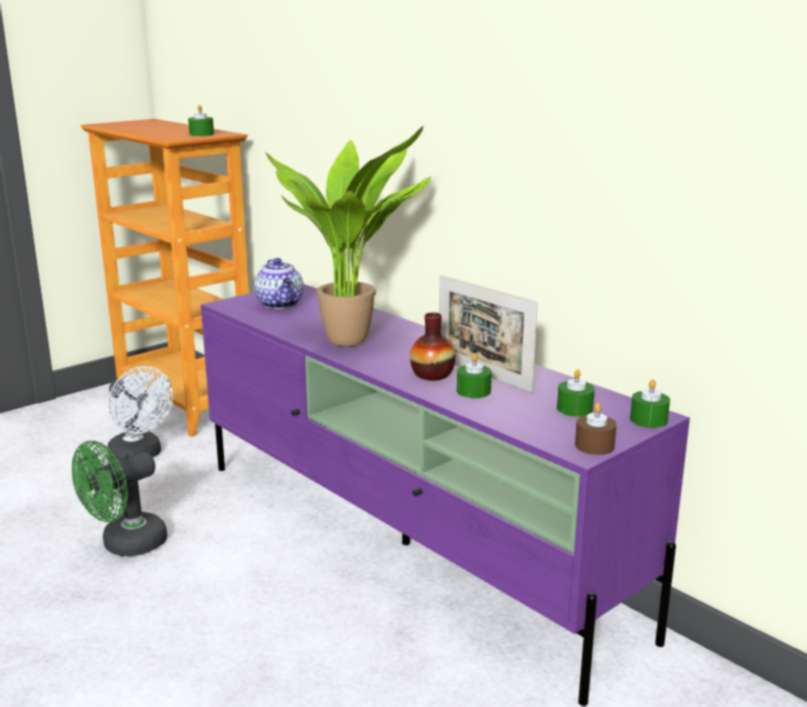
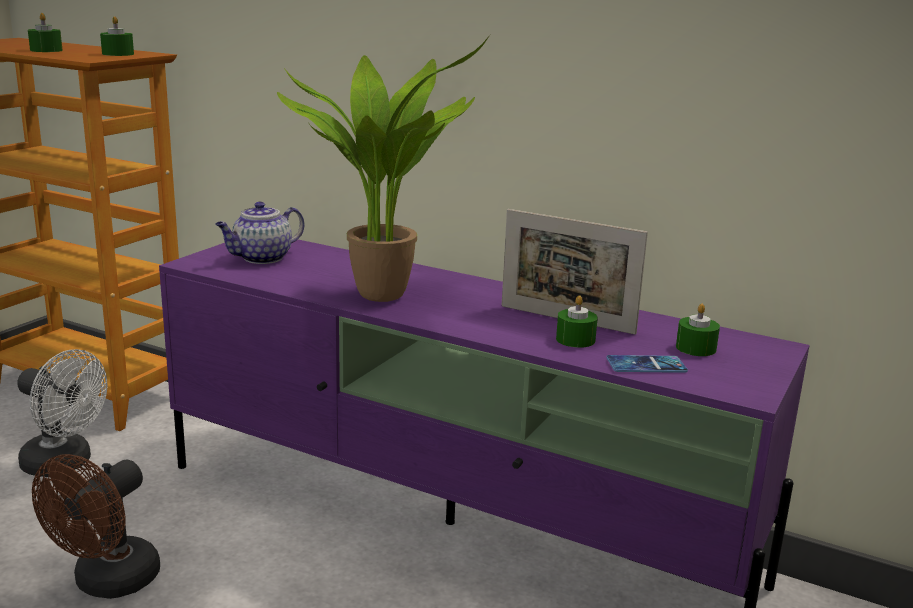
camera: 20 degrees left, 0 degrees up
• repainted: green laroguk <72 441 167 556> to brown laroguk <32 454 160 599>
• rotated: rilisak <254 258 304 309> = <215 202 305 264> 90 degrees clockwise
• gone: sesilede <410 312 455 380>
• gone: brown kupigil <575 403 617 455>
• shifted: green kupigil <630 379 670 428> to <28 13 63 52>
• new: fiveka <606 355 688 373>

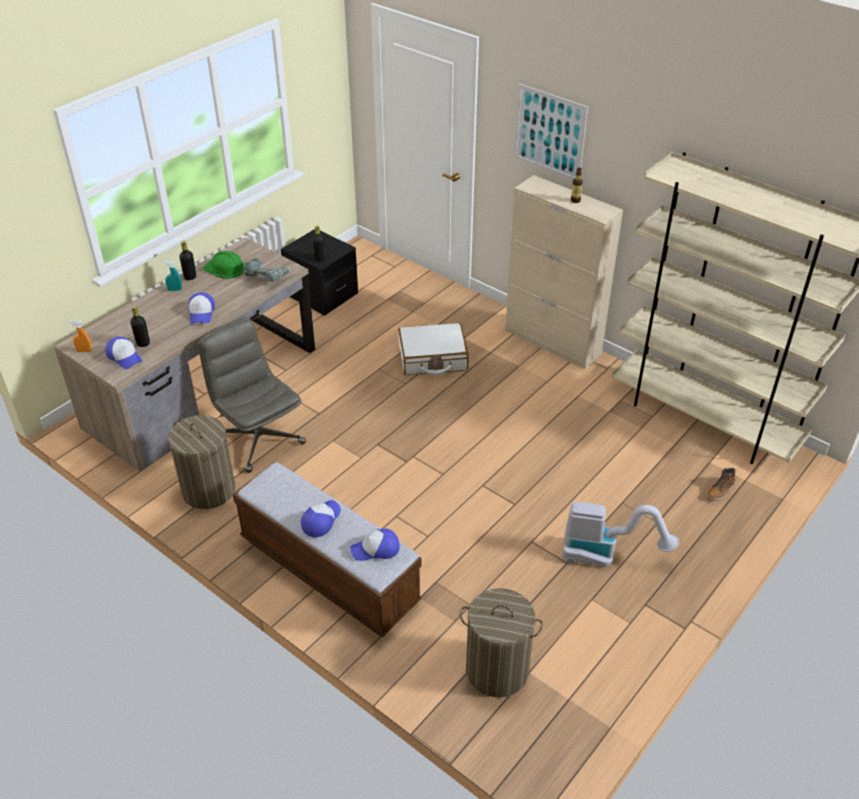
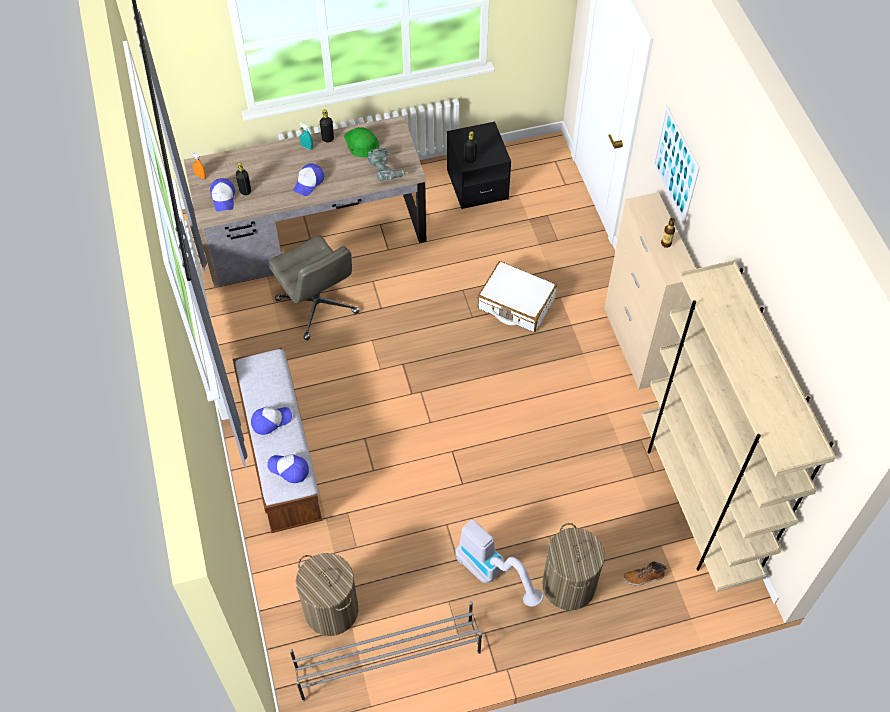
camera: 35 degrees right, 15 degrees up
• shifted: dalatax <168 415 235 509> to <542 523 605 610>
• rotated: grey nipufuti <198 318 306 473> = <269 235 359 340> 150 degrees clockwise
• new: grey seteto <290 601 482 702>

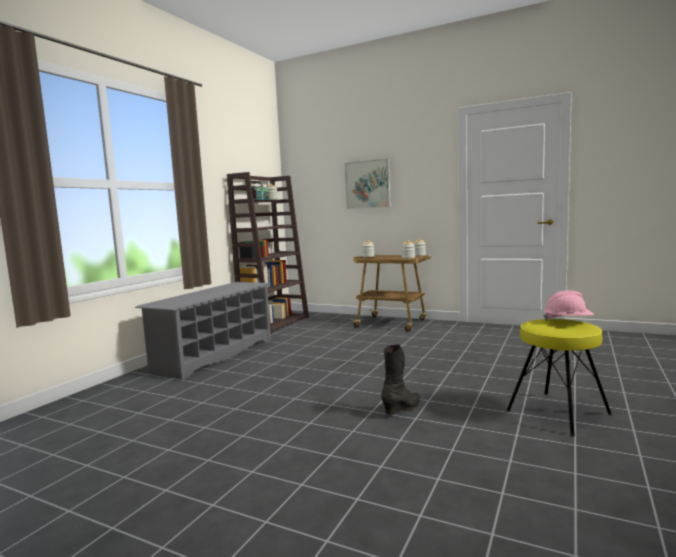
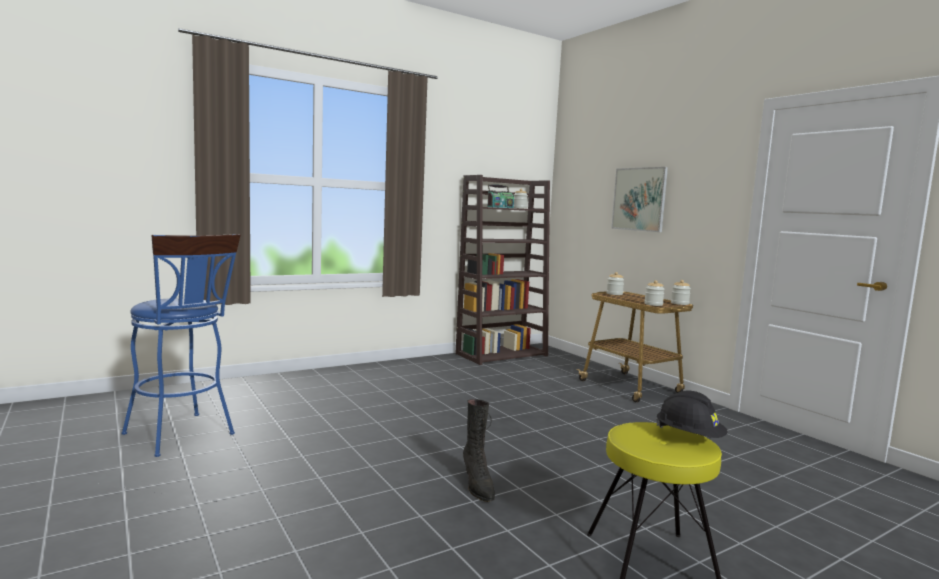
camera: 30 degrees right, 0 degrees up
• gone: grey seteto <135 282 271 380>
• rotated: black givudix <381 344 421 415> = <463 399 495 502> 90 degrees clockwise
• repainted: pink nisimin <543 290 594 321> to black nisimin <656 390 727 438>
• new: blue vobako <121 234 241 457>

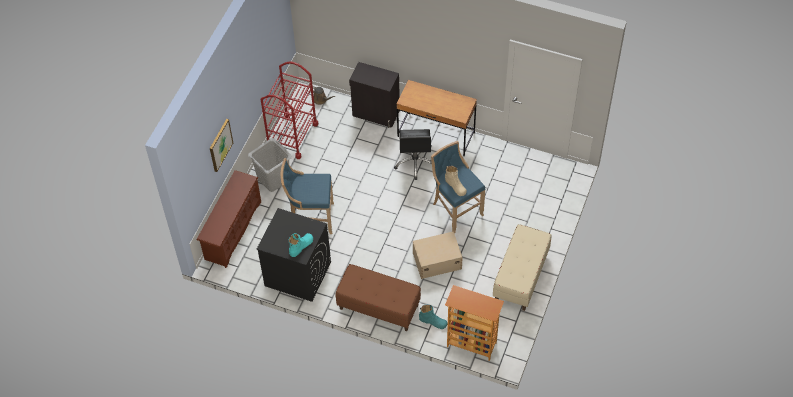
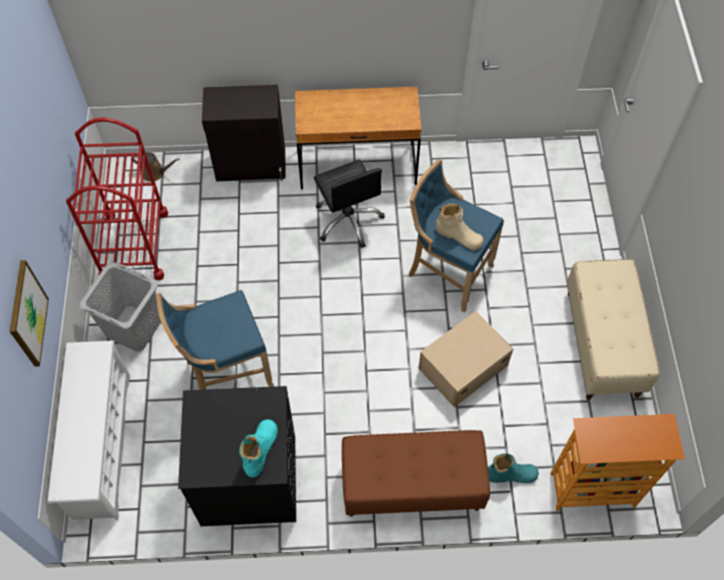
camera: 25 degrees left, 5 degrees up
• repainted: brown seteto <197 170 261 268> to white seteto <48 340 130 520>

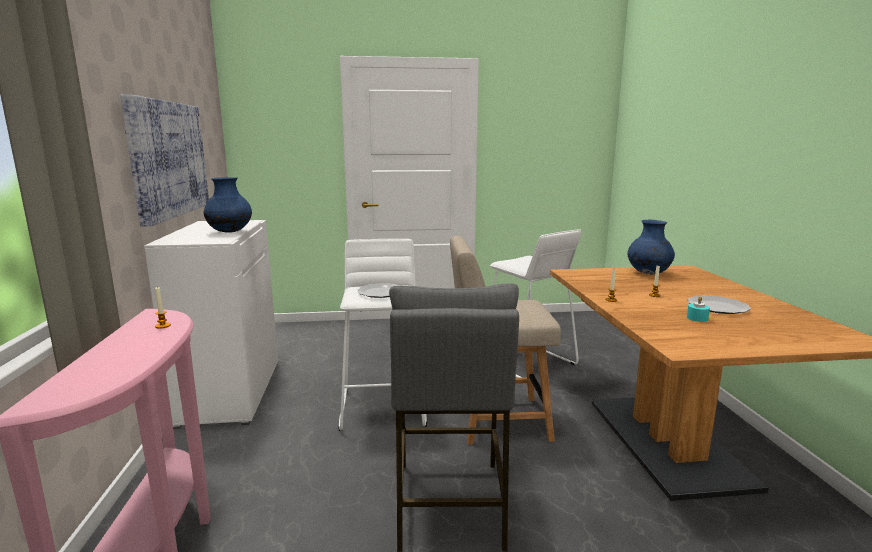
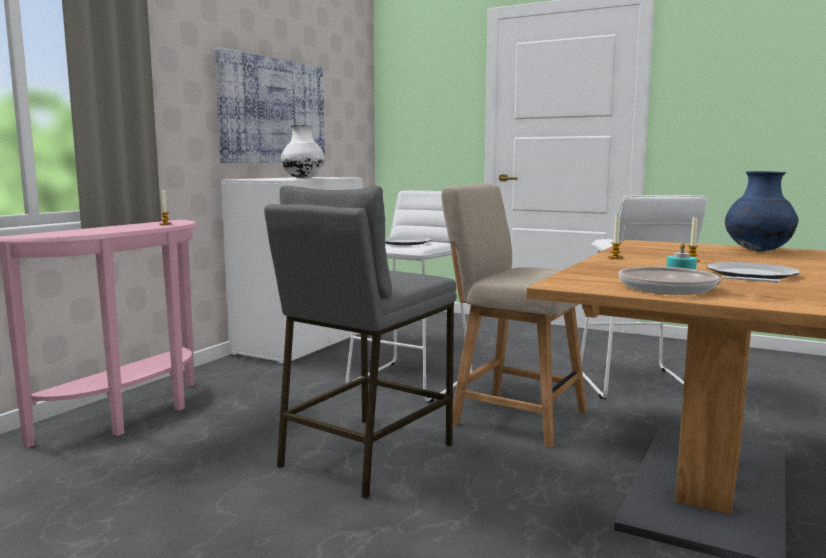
camera: 35 degrees right, 5 degrees down
• repainted: blue sesilede <204 177 252 233> to white sesilede <281 124 325 179>
• new: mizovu <619 266 781 295>

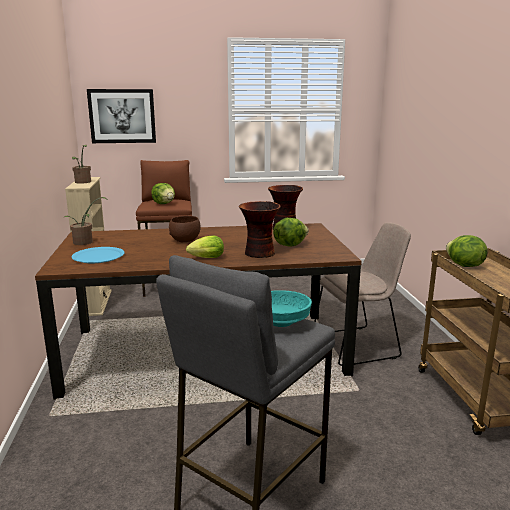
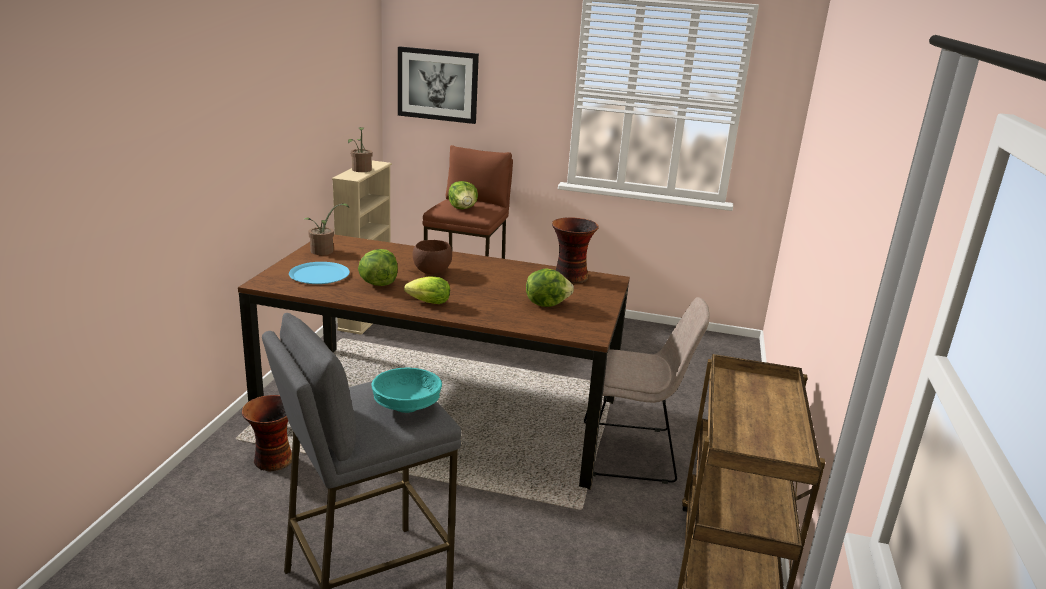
camera: 20 degrees right, 5 degrees up
• shifted: sesilede <239 201 280 258> to <242 395 292 471>
• shifted: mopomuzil <446 235 488 267> to <358 249 398 286>

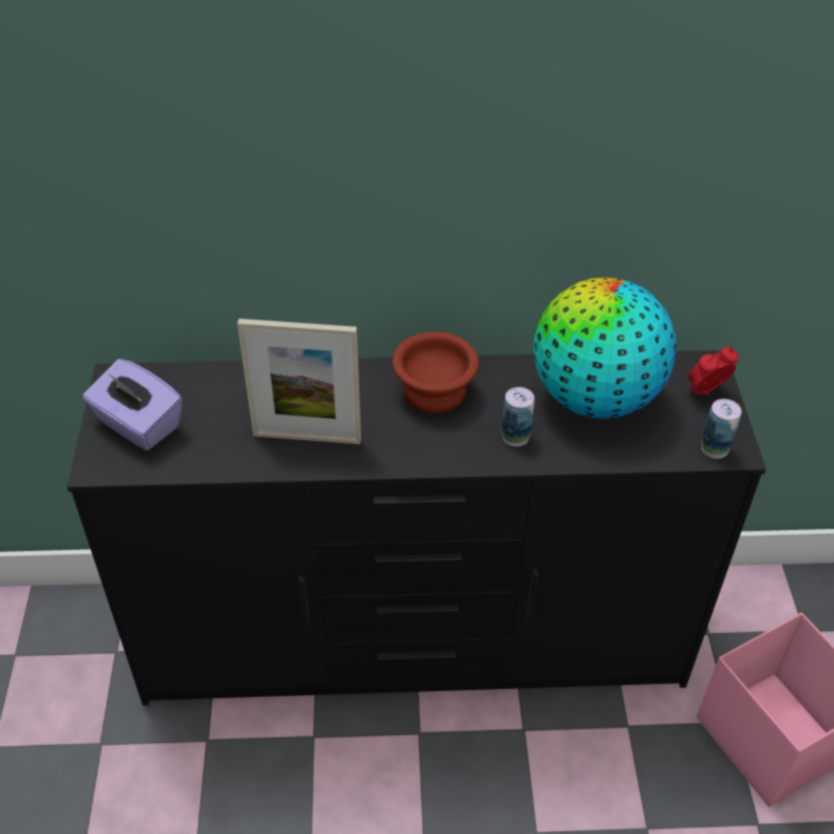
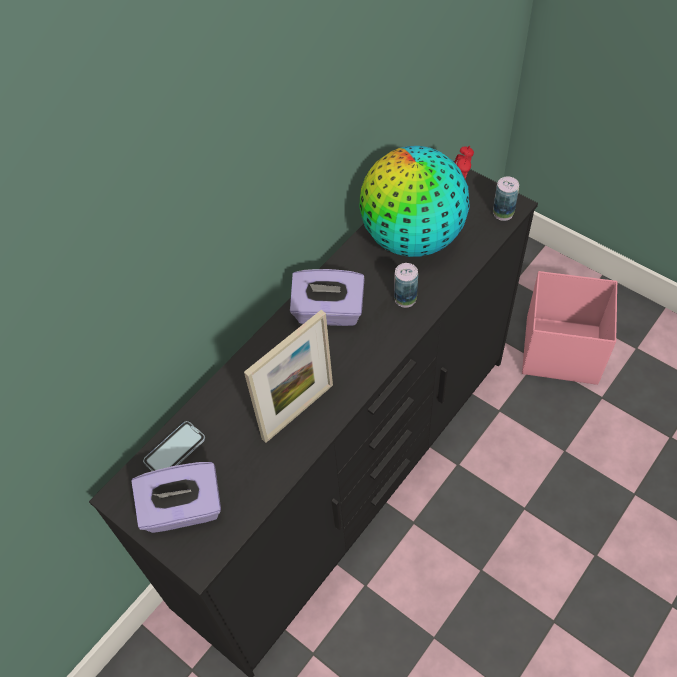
camera: 45 degrees left, 10 degrees up
• swapped: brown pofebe <392 331 479 413> to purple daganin <290 269 365 326>
• new: fiveka <143 421 205 471>

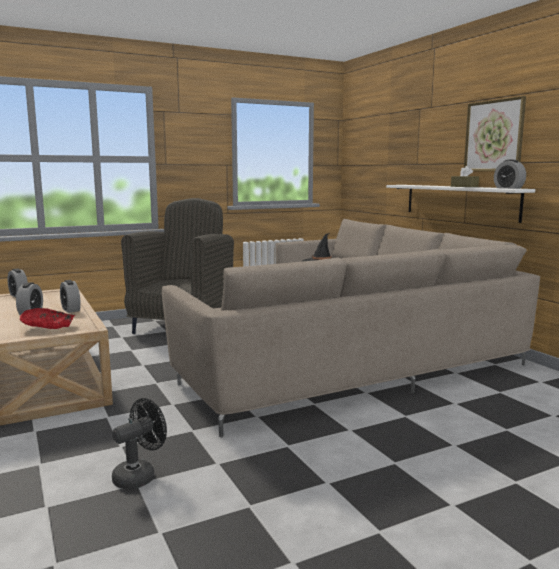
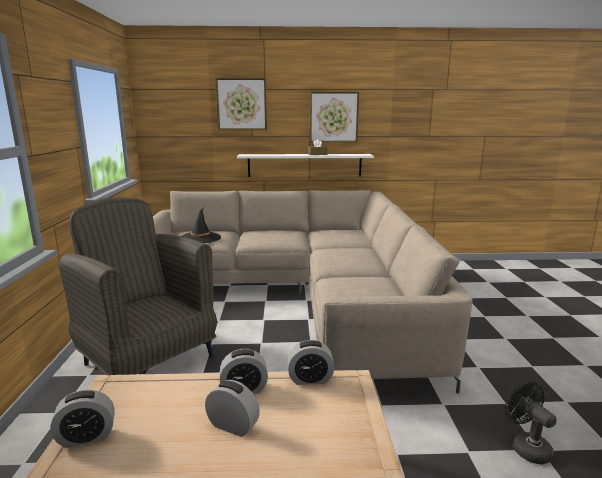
camera: 65 degrees left, 5 degrees up
• gone: red pofebe <20 308 75 329>
• shifted: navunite <494 160 526 189> to <288 340 334 385>
• new: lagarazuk <215 78 267 130>

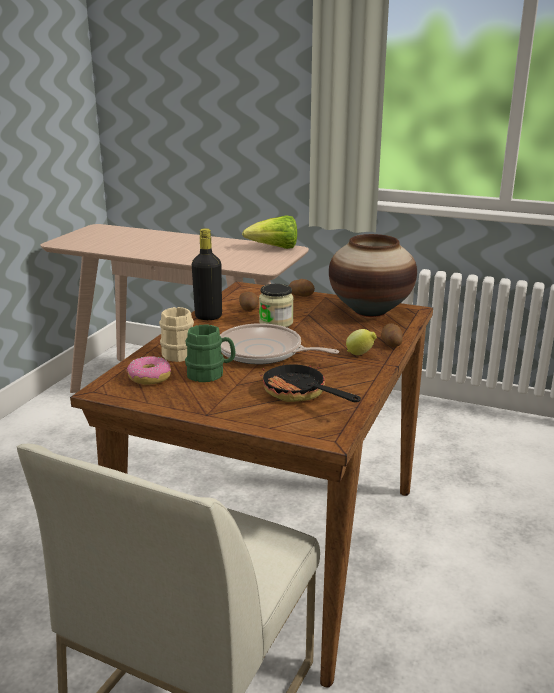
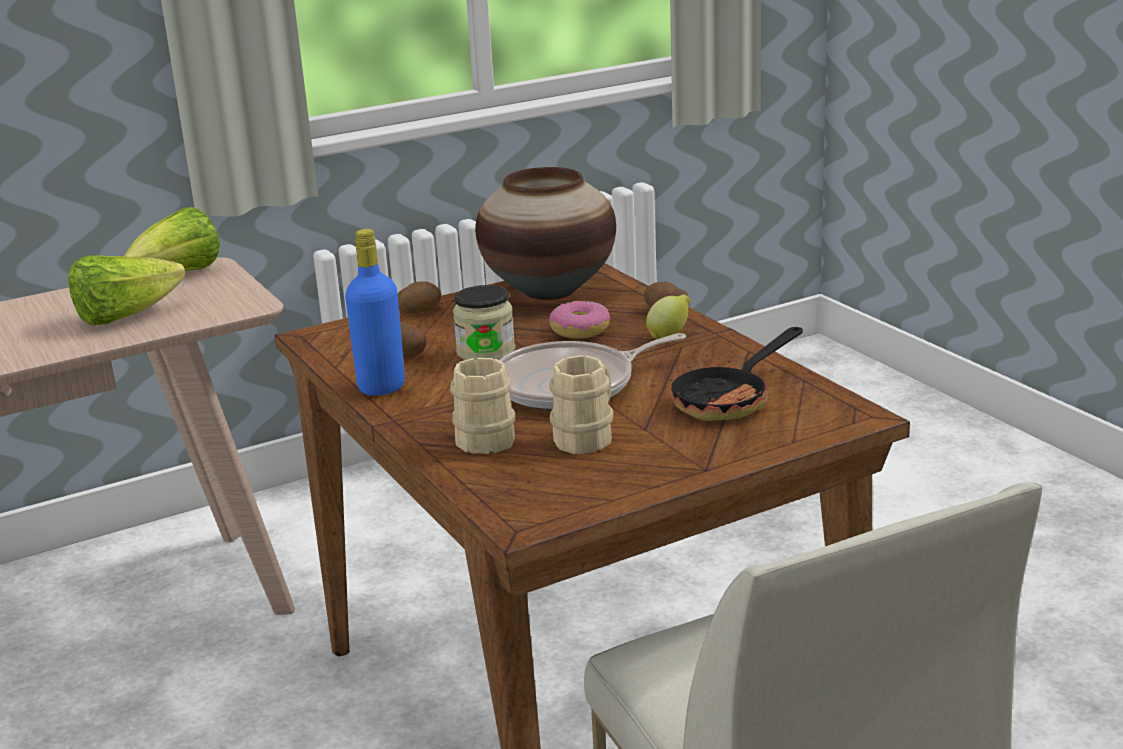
camera: 50 degrees left, 0 degrees up
• shifted: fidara <127 356 171 385> to <549 301 610 338>
• repainted: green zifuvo <185 325 236 382> to beige zifuvo <549 355 614 454>
• repainted: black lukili <192 228 222 320> to blue lukili <345 229 405 396>
• rotated: mizovu <260 361 361 402> = <669 327 803 421> 45 degrees counterclockwise
• new: mopomuzil <69 255 185 325>

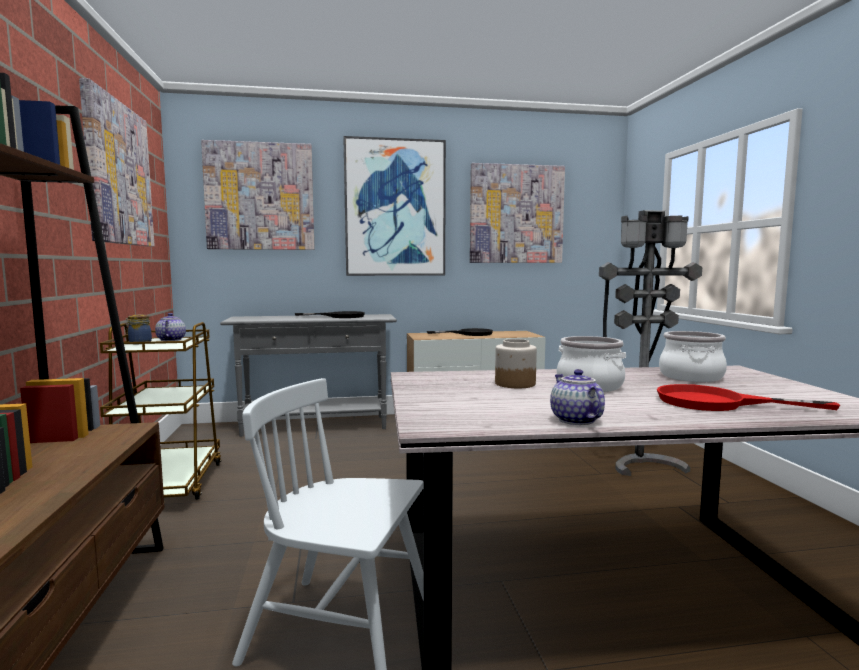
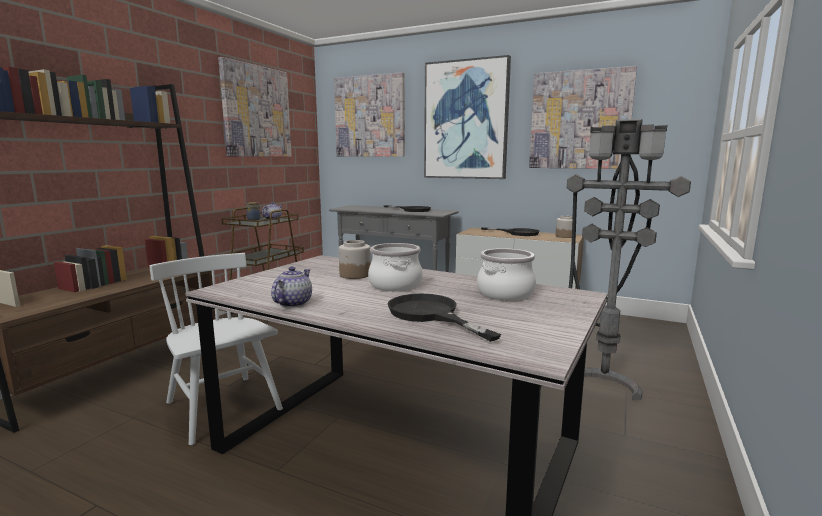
camera: 35 degrees right, 5 degrees up
• repainted: red mizovu <657 384 840 411> to black mizovu <387 294 501 342>
• new: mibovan <556 216 573 238>

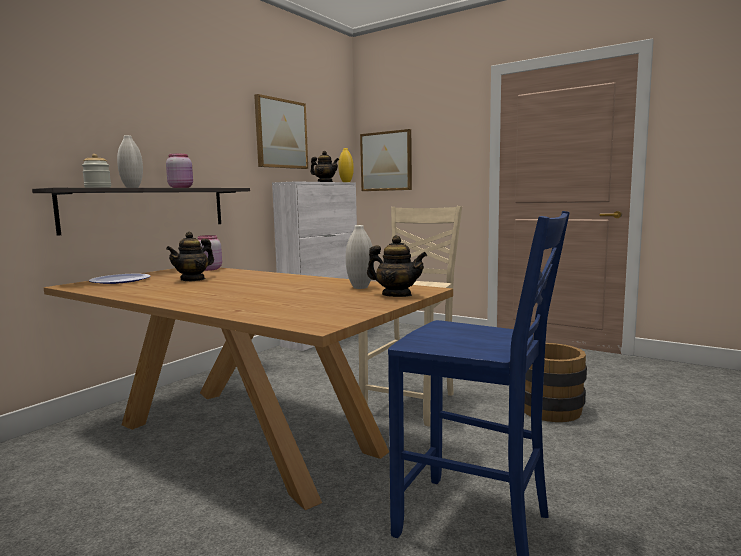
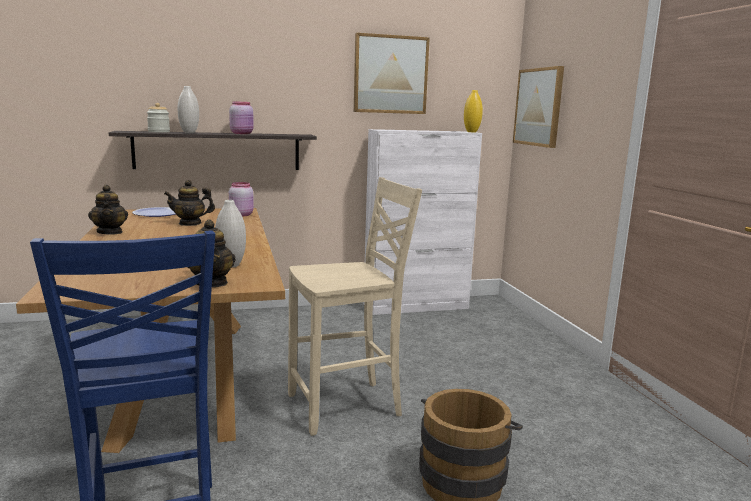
camera: 40 degrees right, 5 degrees up
• shifted: rilisak <310 151 339 182> to <88 185 128 235>

